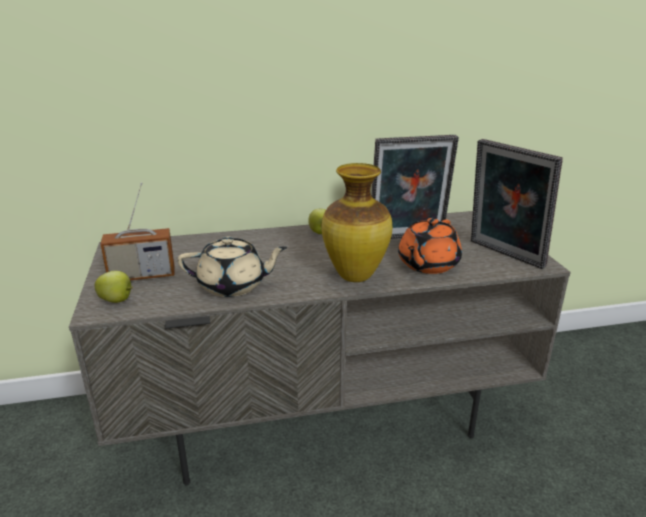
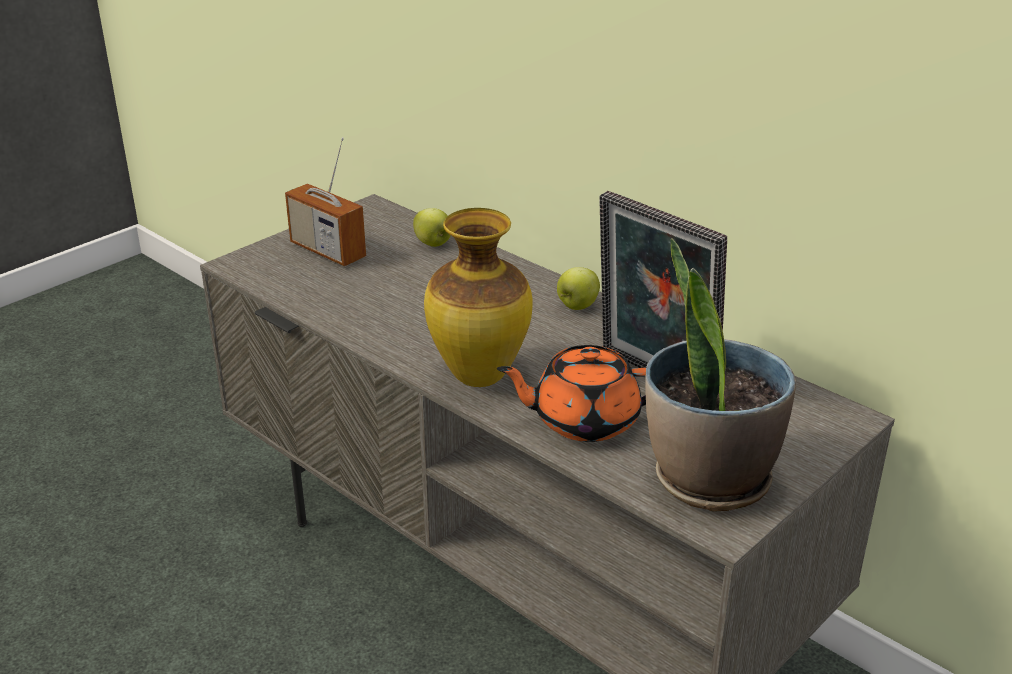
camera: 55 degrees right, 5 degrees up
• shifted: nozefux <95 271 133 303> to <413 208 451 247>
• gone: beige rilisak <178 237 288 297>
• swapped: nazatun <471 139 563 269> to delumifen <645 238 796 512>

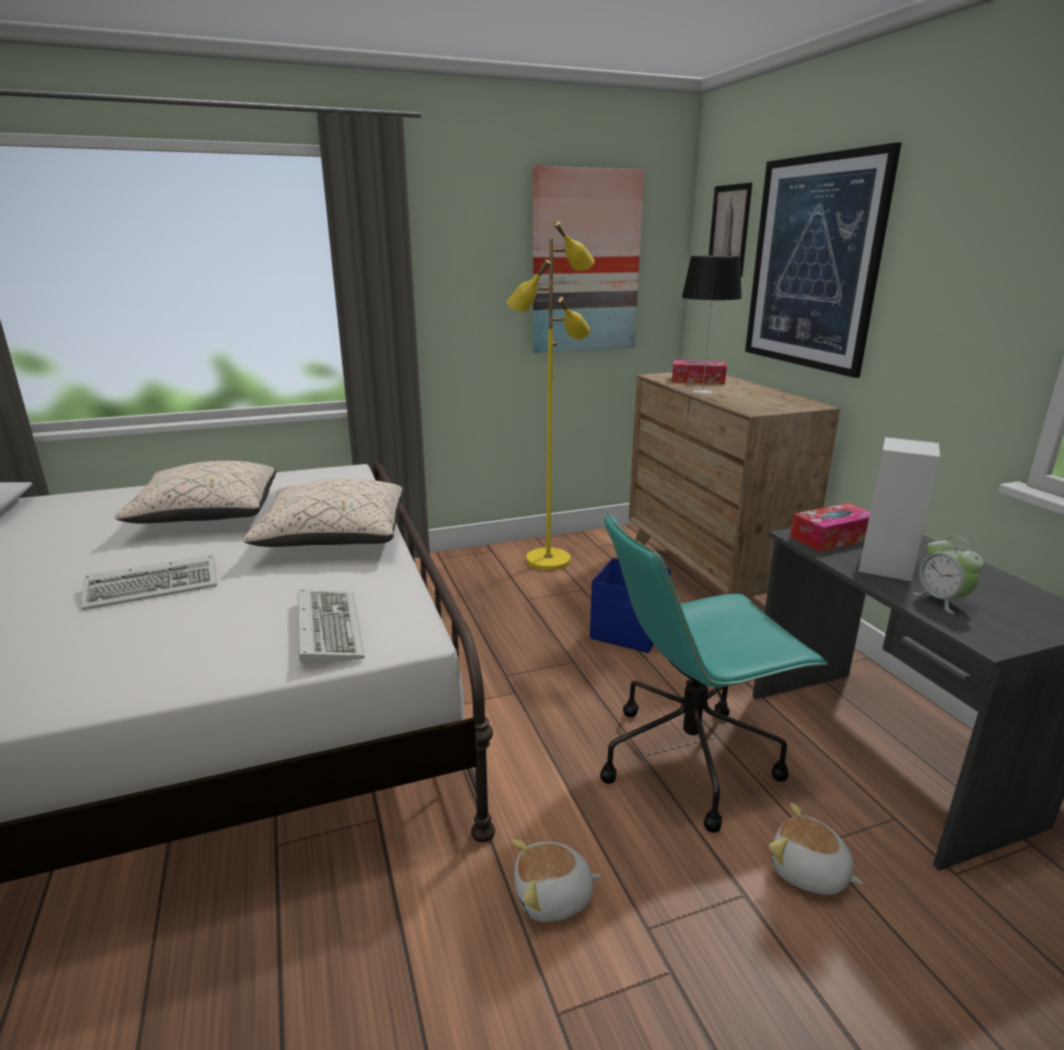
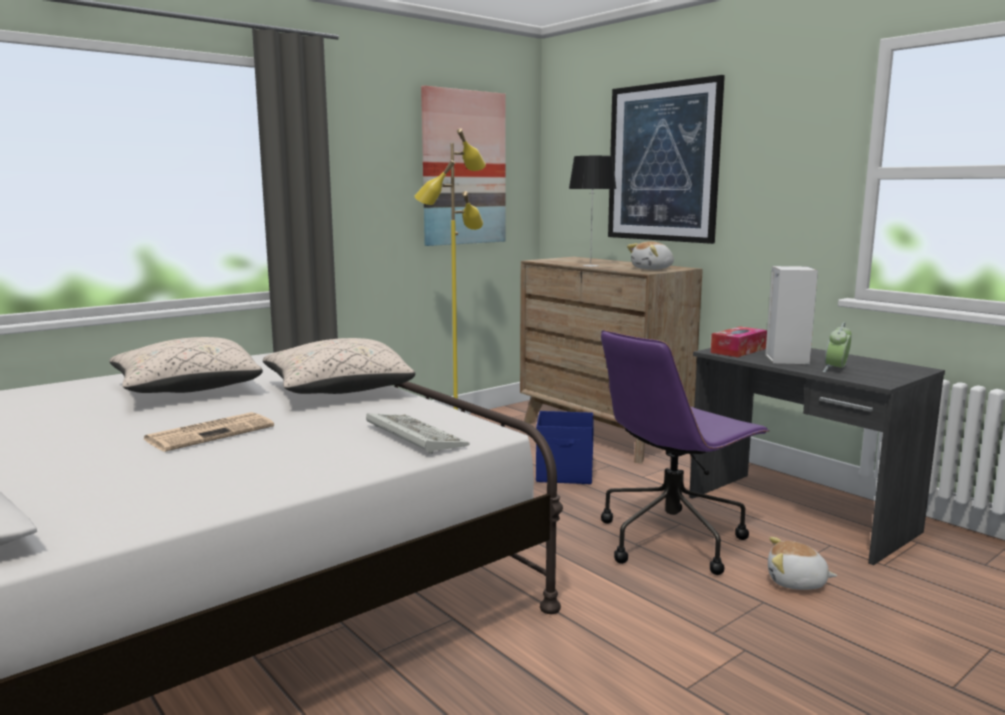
camera: 20 degrees left, 10 degrees down
• swapped: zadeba <81 554 217 610> to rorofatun <144 412 274 452>
• shifted: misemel <511 839 602 922> to <627 241 674 270>
• repainted: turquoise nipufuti <600 512 828 833> to purple nipufuti <601 330 770 575>
• gone: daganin <672 360 727 384>
• gone: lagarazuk <709 183 752 277>
• rotated: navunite <913 536 984 614> = <823 322 852 372> 75 degrees clockwise

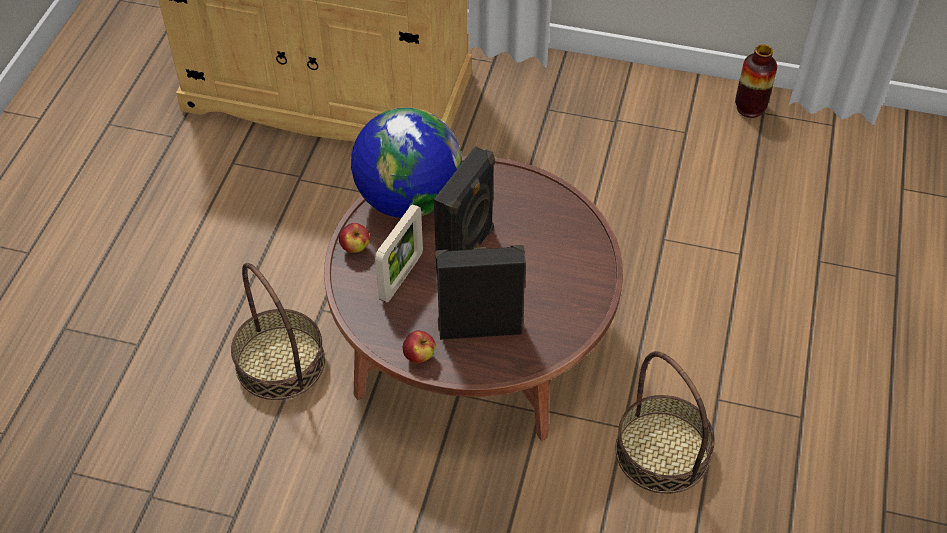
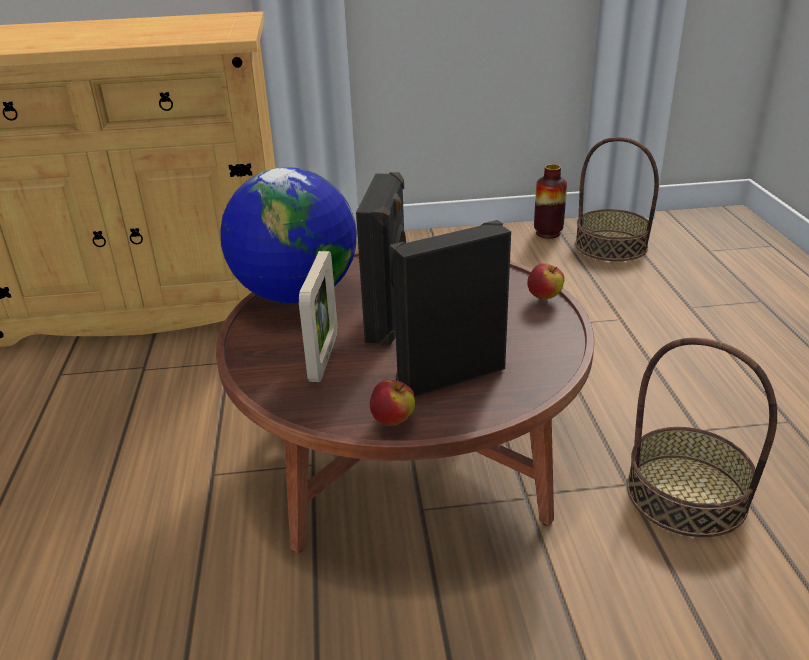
camera: 20 degrees left, 20 degrees down
• shifted: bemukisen <231 263 325 400> to <575 137 659 261>
• shifted: nozefux <339 223 370 253> to <527 263 565 300>

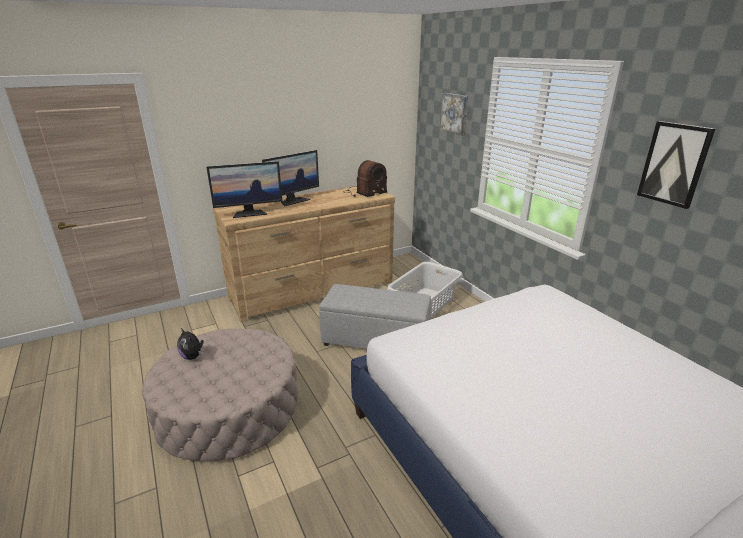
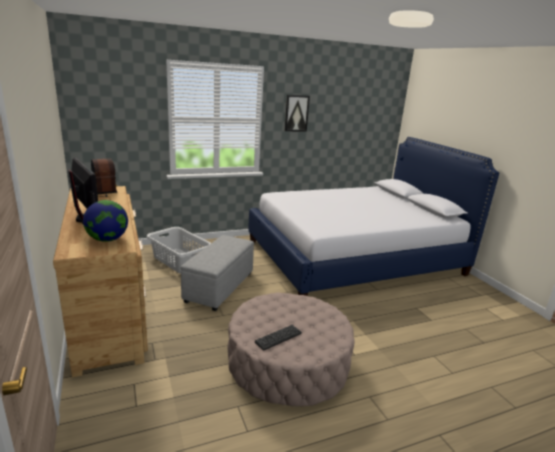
camera: 85 degrees left, 5 degrees down
• swapped: misemel <177 328 204 360> to zadeba <255 325 302 351>
• swapped: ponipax <207 161 282 218> to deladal <83 200 128 242>
• gone: lagarazuk <440 93 469 136>

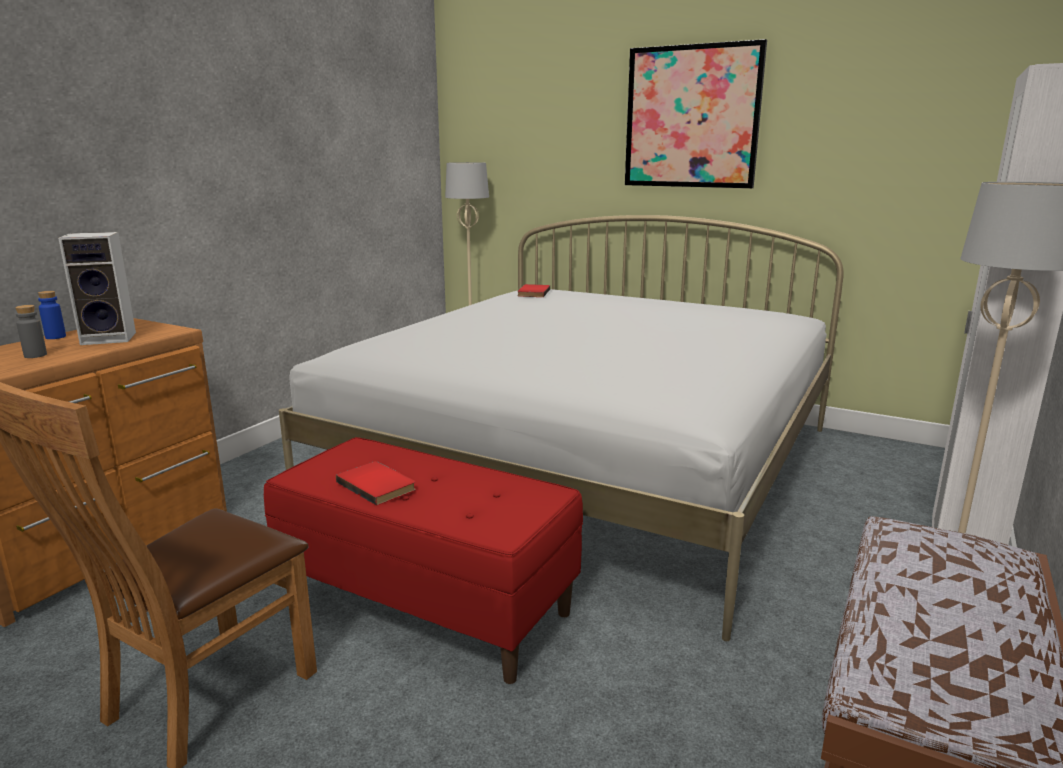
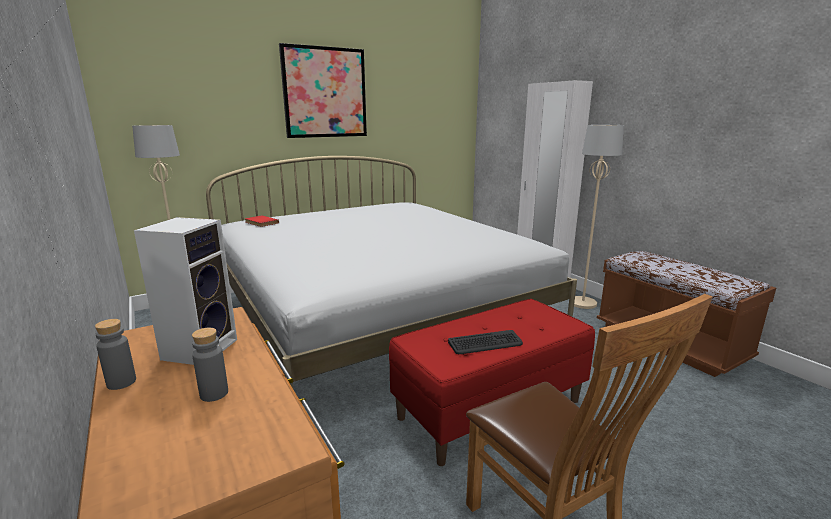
camera: 60 degrees left, 0 degrees up
• repainted: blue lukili <38 291 66 339> to grey lukili <95 319 136 390>
• swapped: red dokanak <336 461 416 506> to zadeba <448 330 523 354>

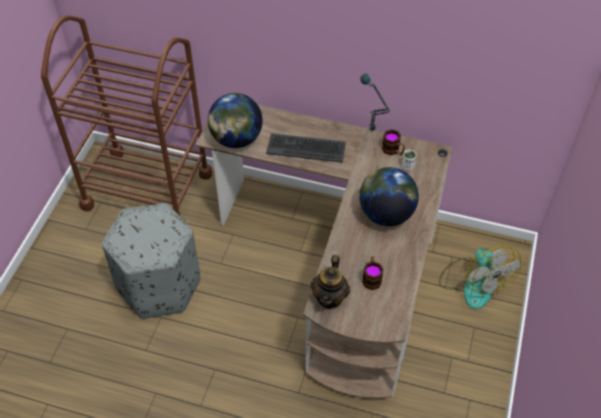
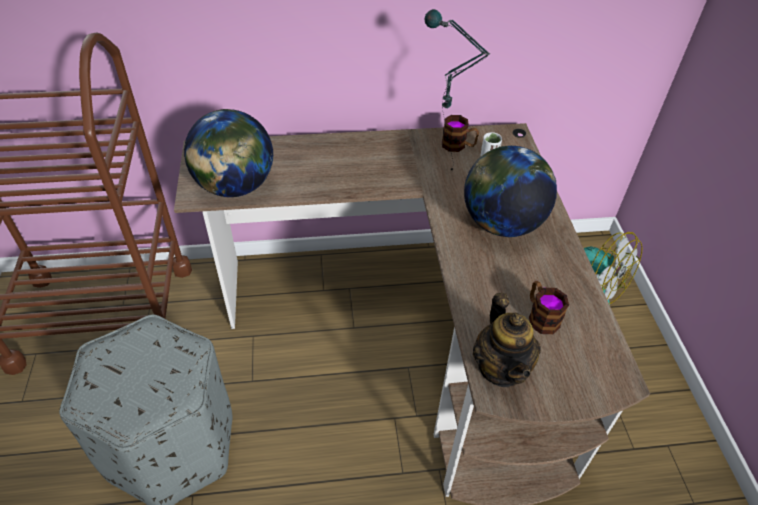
camera: 25 degrees left, 5 degrees down
• gone: zadeba <266 133 346 163>

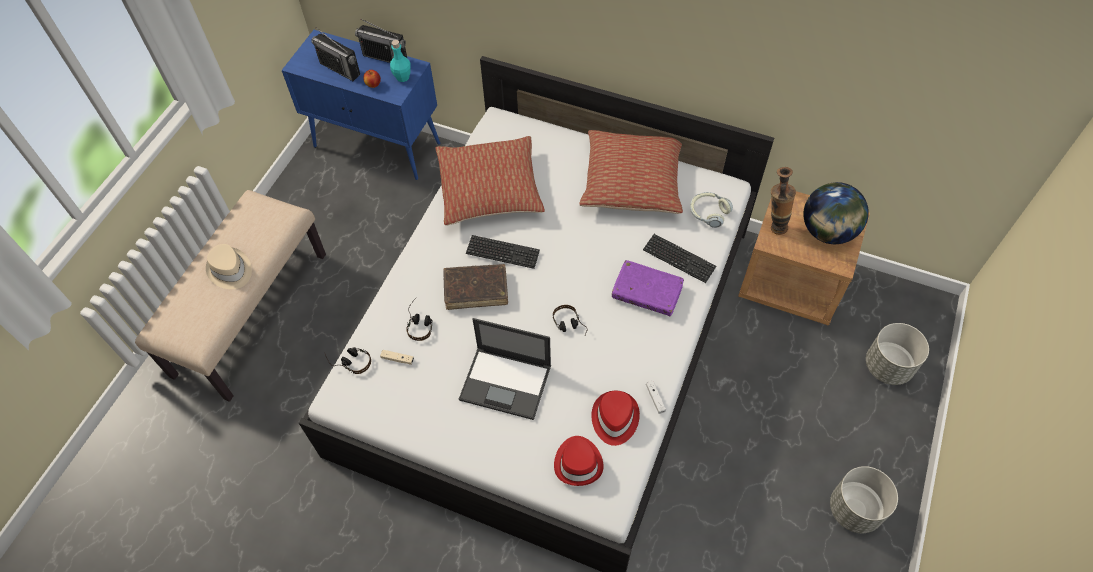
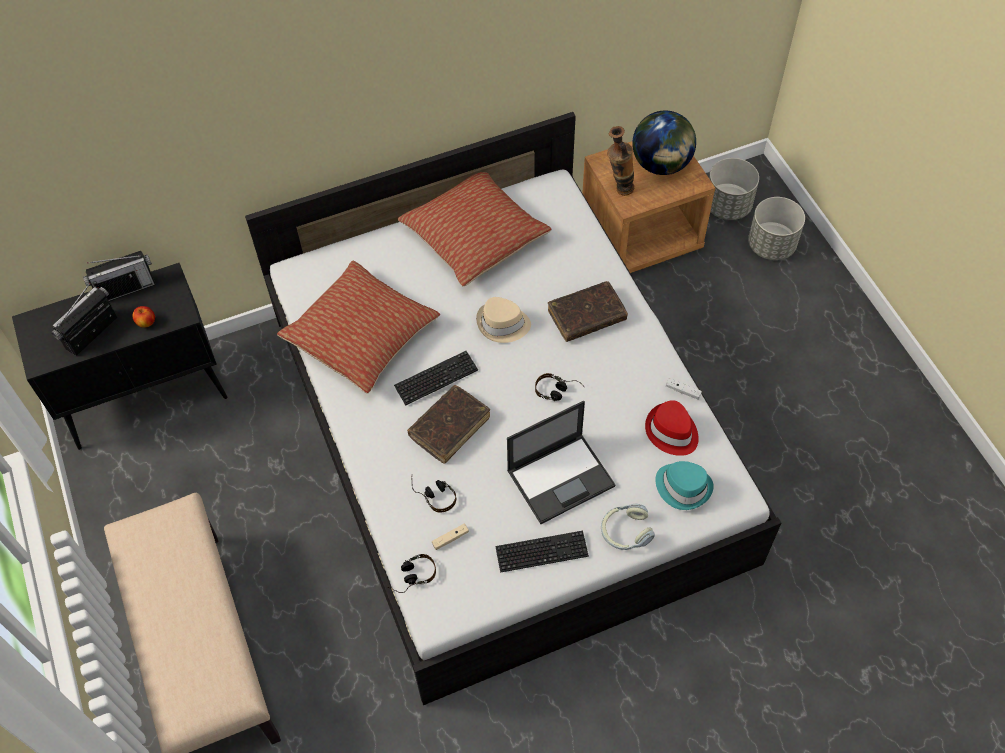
camera: 45 degrees left, 0 degrees up
• shifted: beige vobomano <206 244 252 289> to <476 297 531 343>
• repainted: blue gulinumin <282 30 440 180> to black gulinumin <12 263 228 450>
• rotated: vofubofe <311 28 360 81> = <51 283 117 356> 135 degrees clockwise
• gone: turquoise lukili <390 40 411 82>
• repainted: red vobomano <554 436 604 486> to turquoise vobomano <655 461 714 510>
• repainted: purple dokanak <612 260 684 316> to brown dokanak <548 281 628 342>
• shifted: zadeba <643 234 716 283> to <495 531 589 573>
• shifted: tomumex <690 192 733 228> to <601 503 655 550>
• shifted: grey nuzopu <830 466 898 533> to <709 158 759 220>

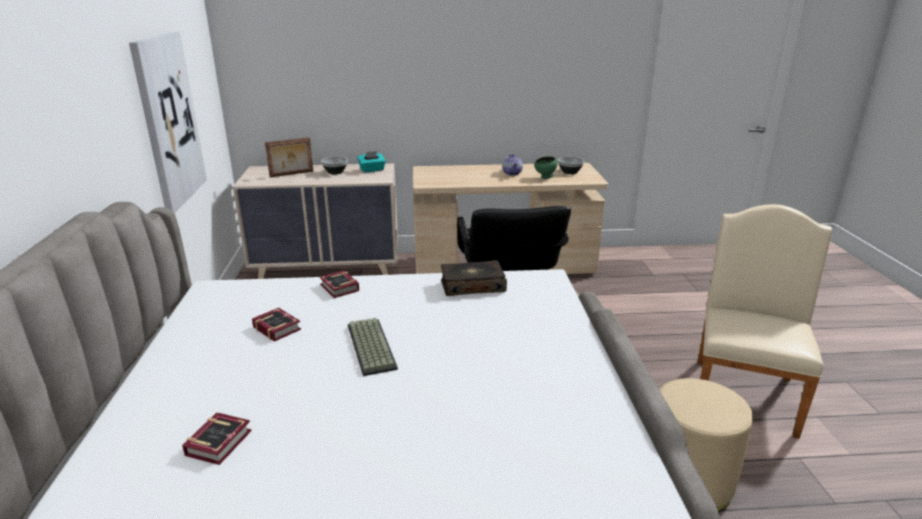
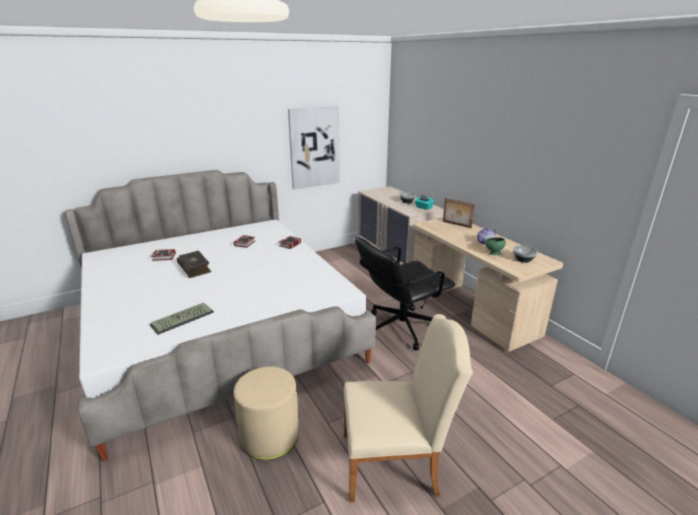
camera: 65 degrees right, 0 degrees up
• shifted: nazatun <265 137 313 177> to <443 198 475 228>
• shifted: zadeba <348 318 398 376> to <150 303 214 335>
• shifted: dokanak <441 260 507 296> to <177 251 211 278>

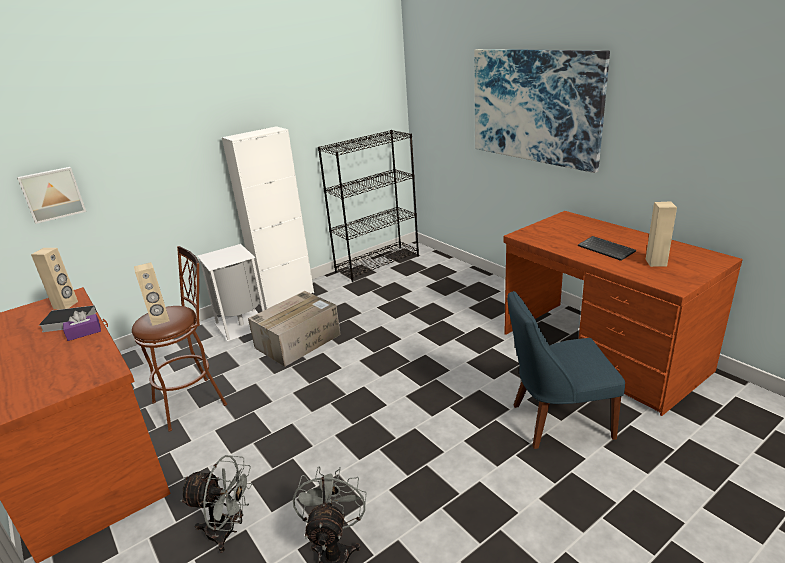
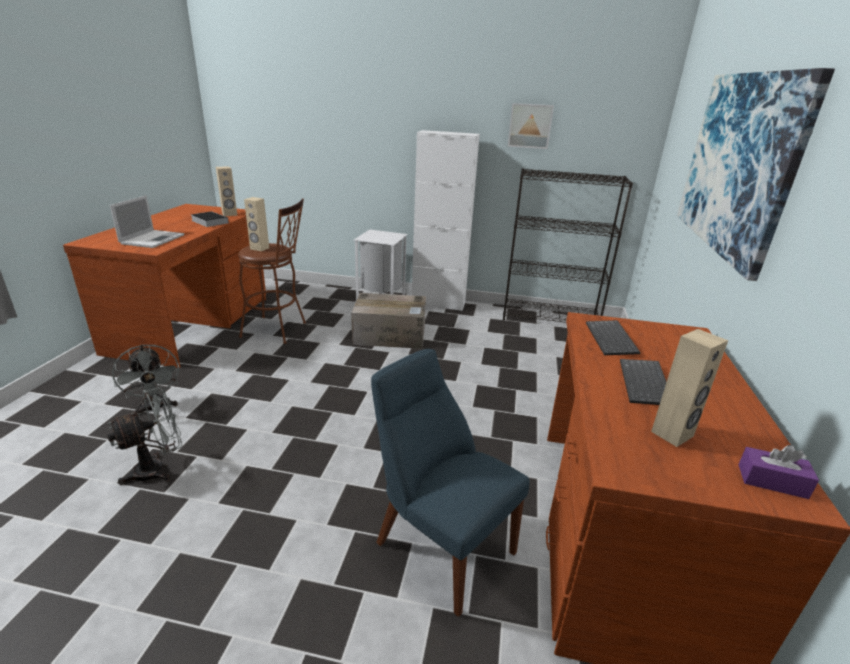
camera: 45 degrees right, 0 degrees up
• shifted: lagarazuk <17 167 86 224> to <508 103 554 149>
• shifted: purple daganin <63 311 101 341> to <738 445 819 499>
• new: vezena <110 195 184 248>
• new: zadeba <586 320 640 355>

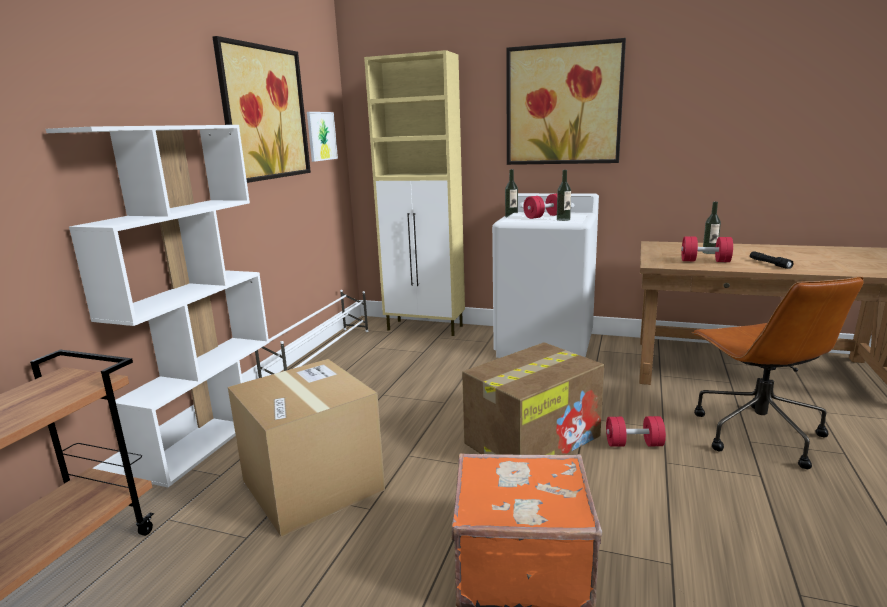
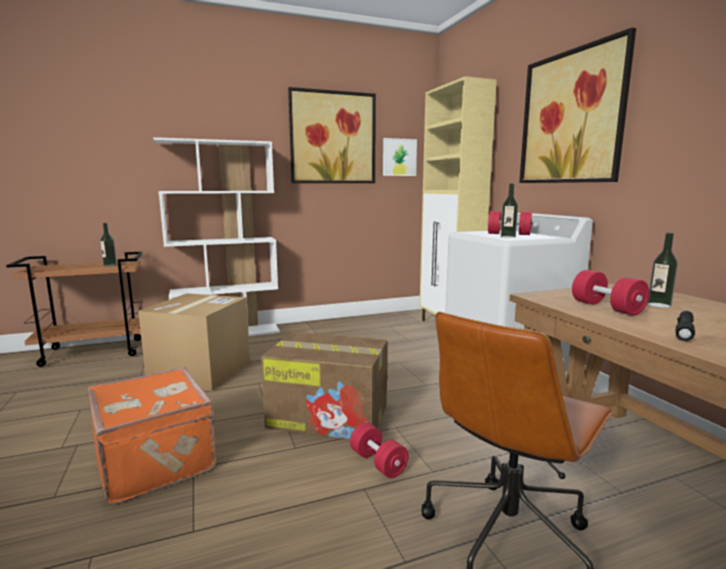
camera: 50 degrees right, 5 degrees down
• gone: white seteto <255 290 368 378>
• shifted: lukili <505 169 518 218> to <100 223 117 267>

